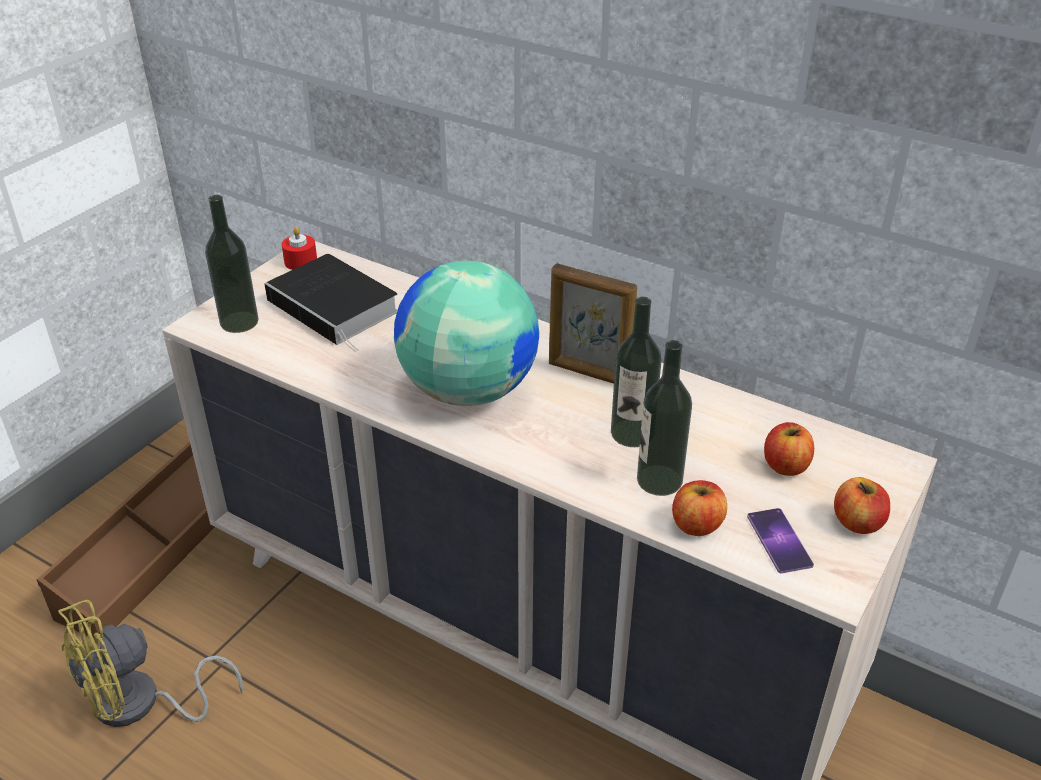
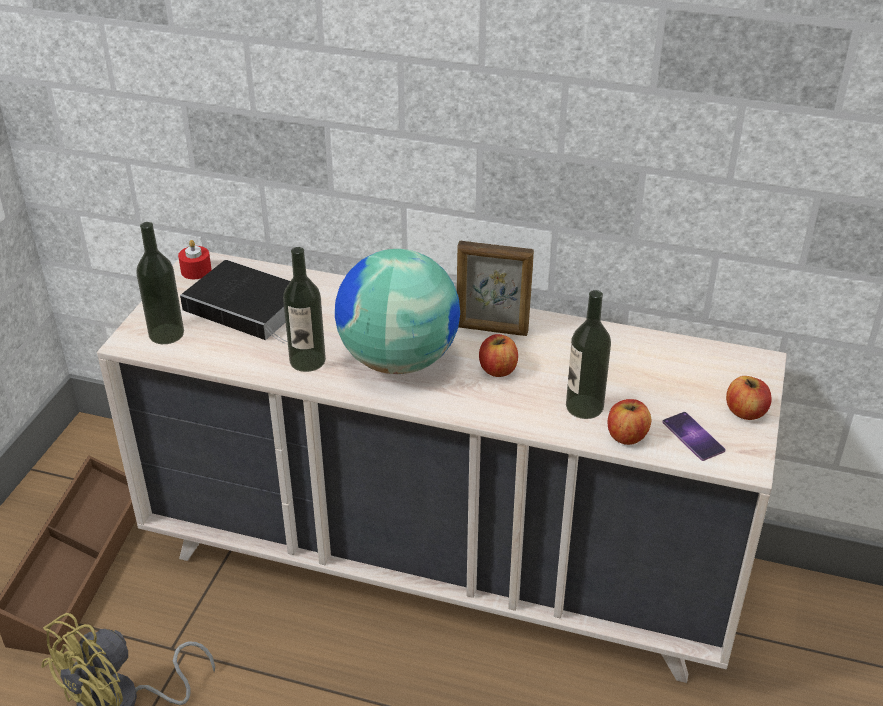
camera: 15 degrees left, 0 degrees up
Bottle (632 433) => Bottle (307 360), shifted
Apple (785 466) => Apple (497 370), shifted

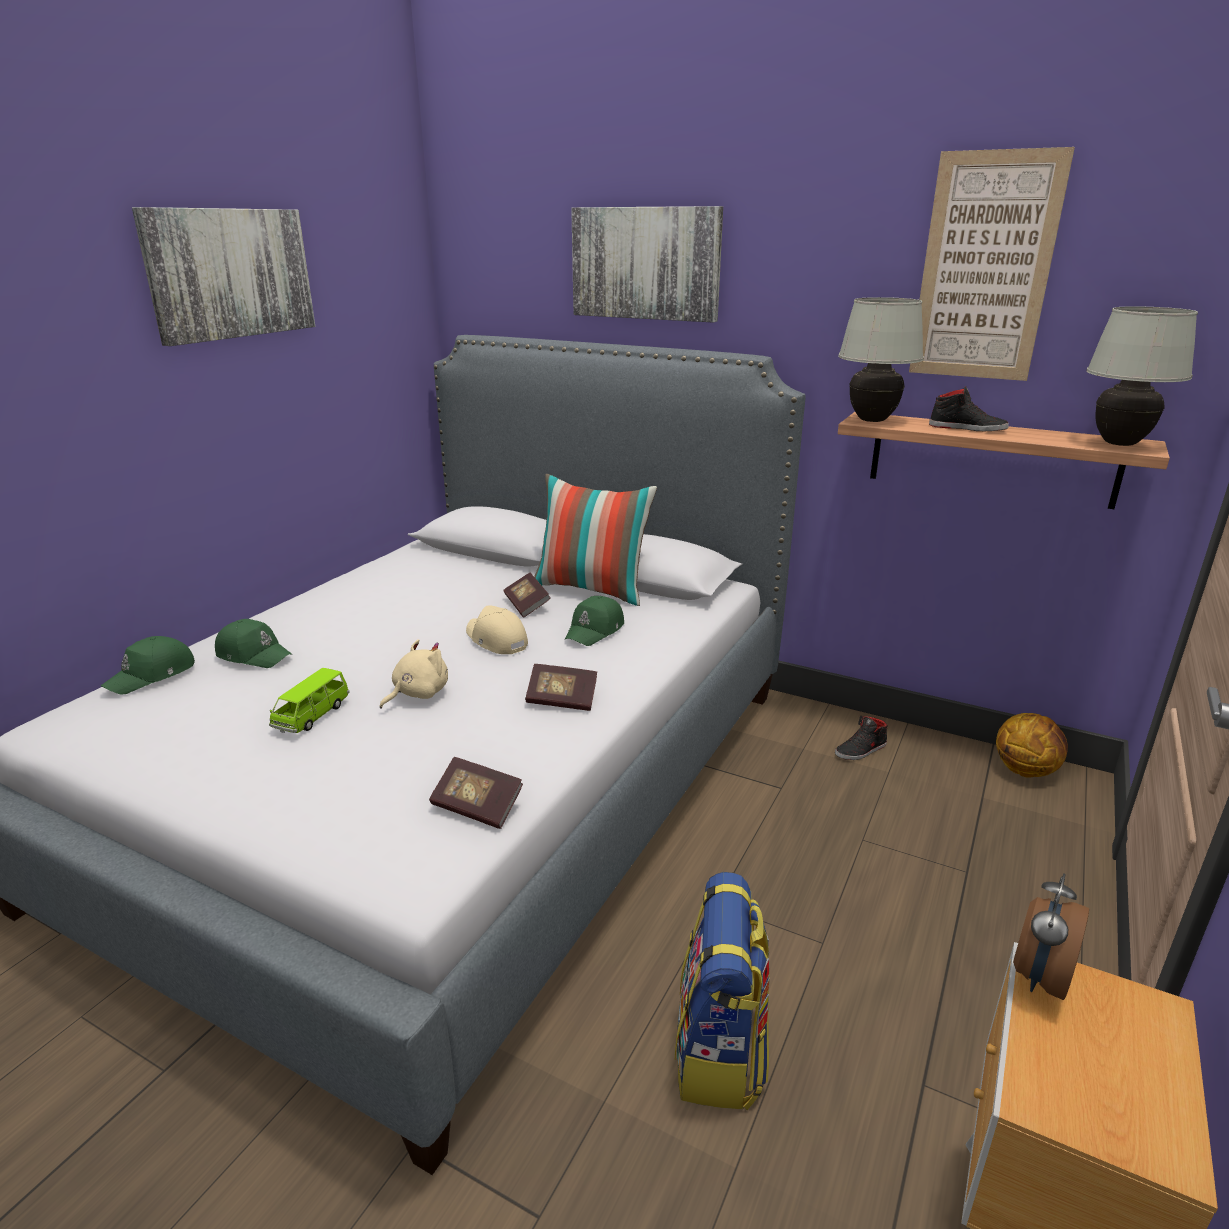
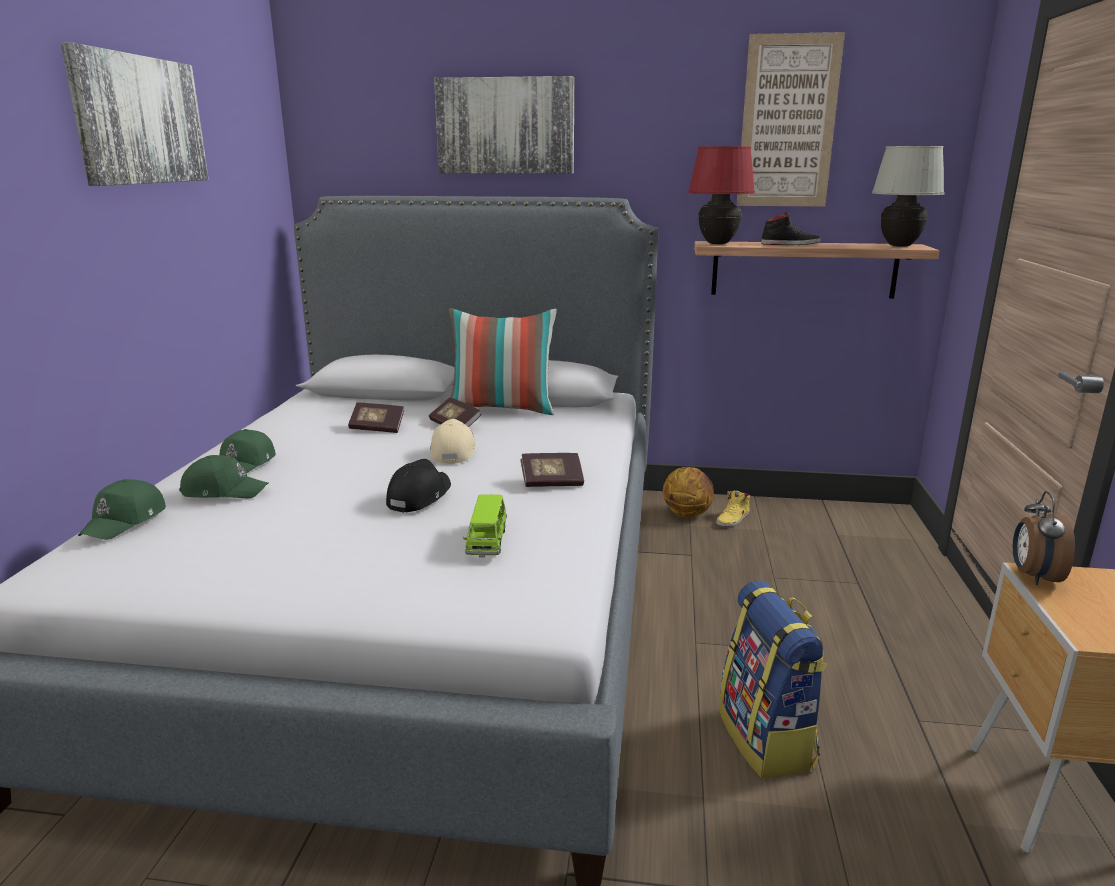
camera: 20 degrees left, 5 degrees down
WhiteTableLamp (872 420) => RedTableLamp (717 244)
GreenCap (595 630) => GreenCap (246 464), shifted
BeigeCap (496 640) => BeigeCap (452 452), 60 degrees clockwise
BeigePlushToy (417 694) => BlackCap (419 496)
GreenToyCar (312 716) => GreenToyCar (487 542), shifted
Basketball (1025 770) => Basketball (687 514), shifted
BlackShoe (861 750) => YellowShoe (733 519)
Book (477 807) => Book (377 428), shifted

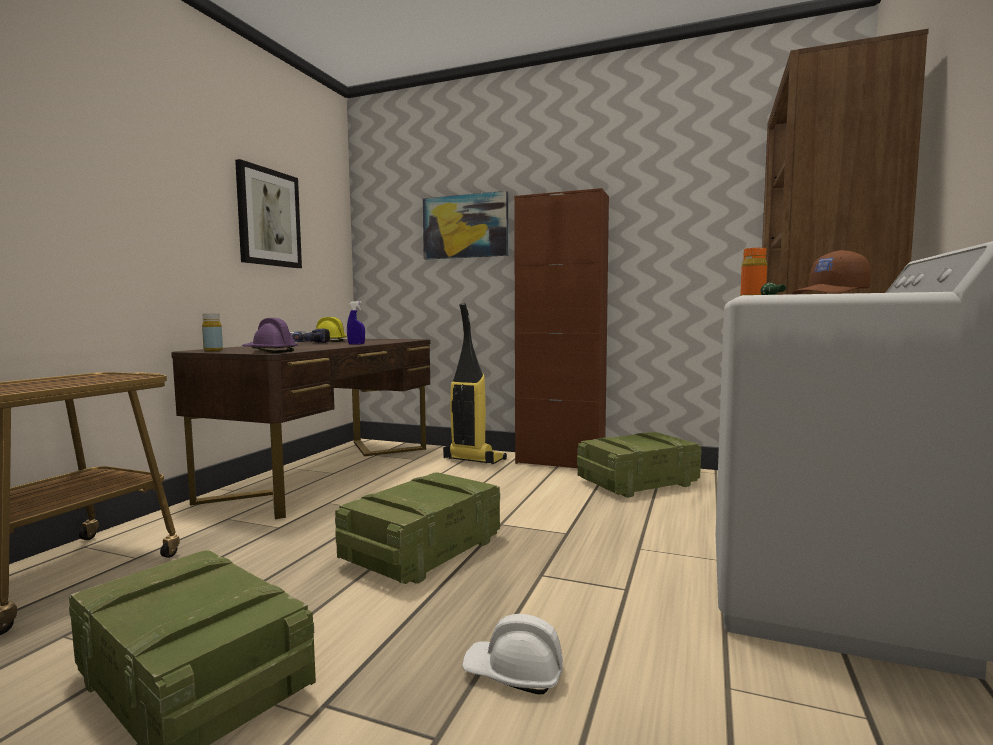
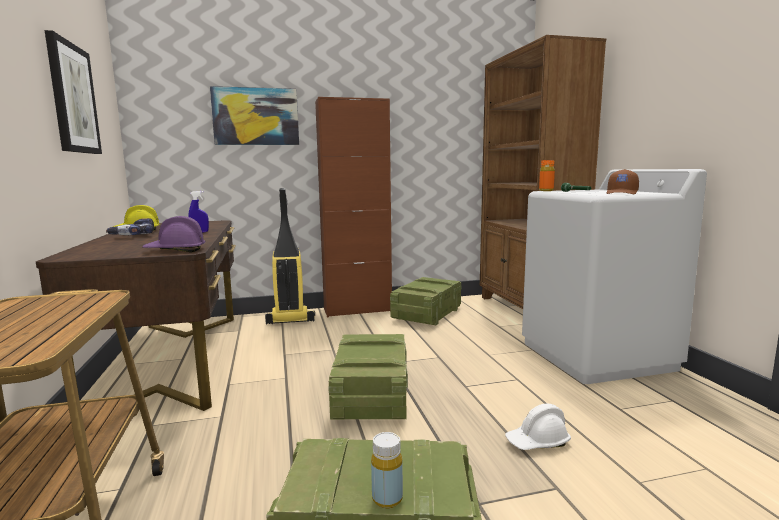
camera: 35 degrees left, 5 degrees up
YellowBottle (213 350) => YellowBottle (387 499), shifted

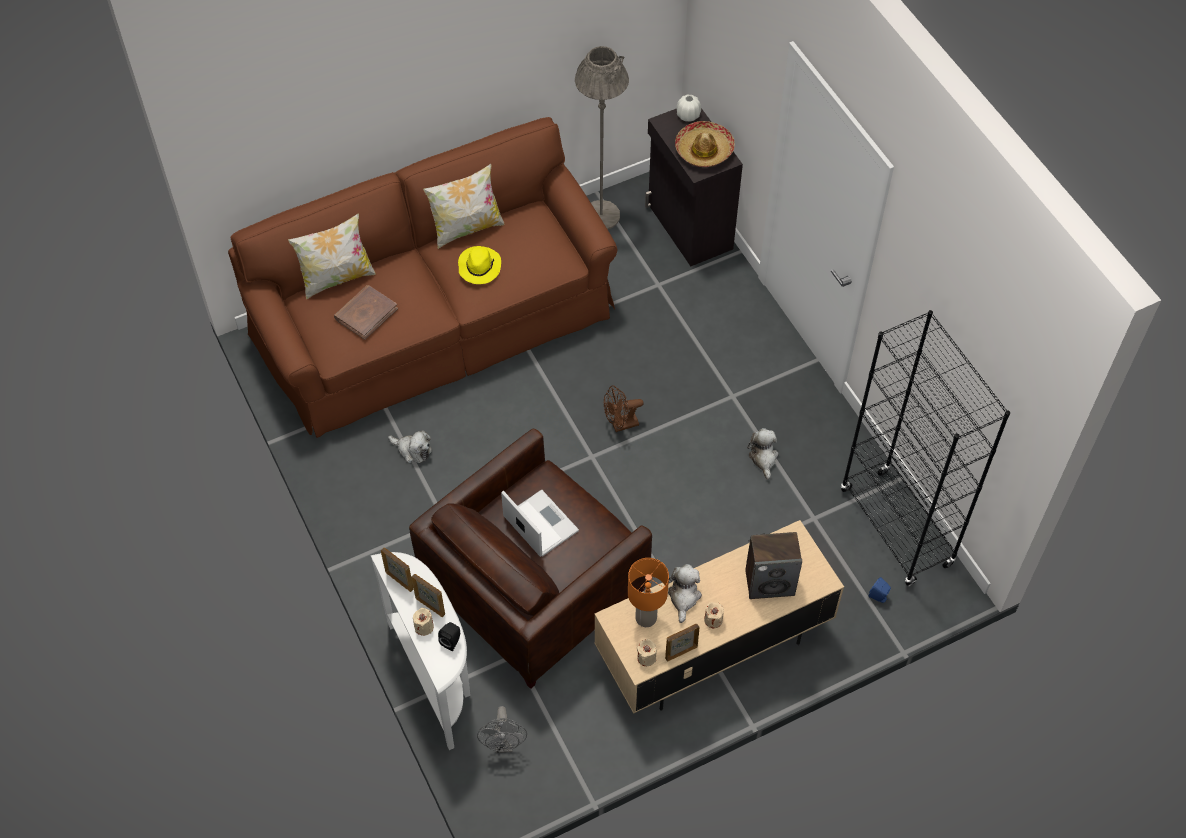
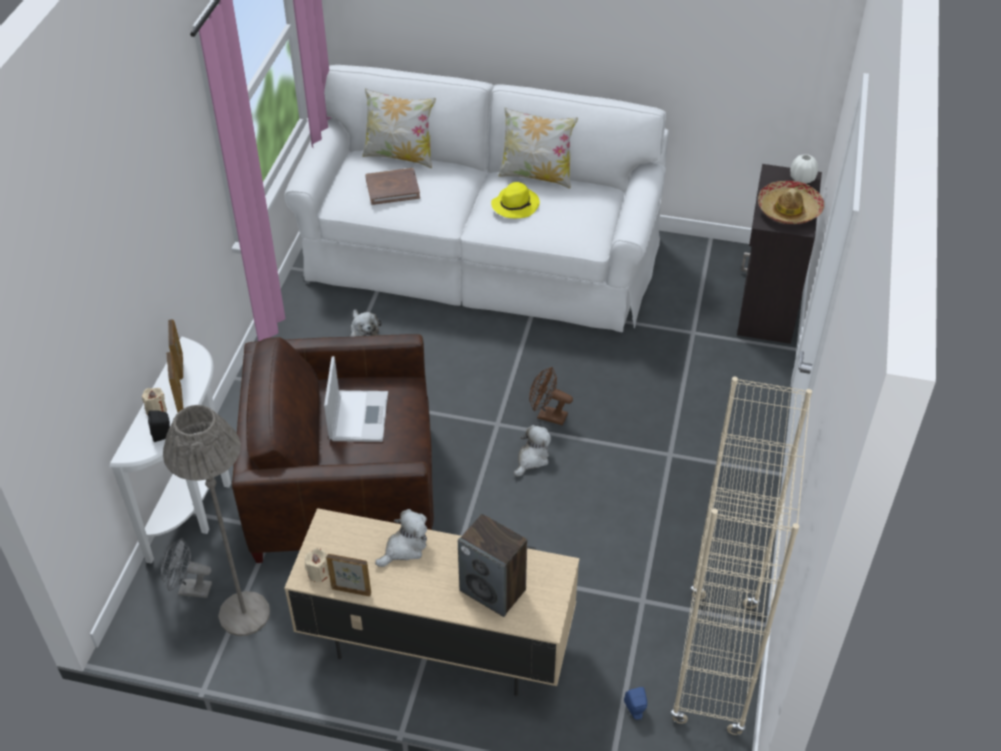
camera: 40 degrees right, 10 degrees down
GreyFloorLamp (601 215) => GreyFloorLamp (244 614), shifted
BrownSofa (435 323) => WhiteSofa (479 257)
BlackBookcase (896 528) => BeigeBookcase (715 663)
PlushToy (763 458) => PlushToy (532 458), shifted
OrangeTableLamp (646 618) => nothing
BeigeCandle (713 620) => nothing
GreyFan (504 744) => GreyFan (189 589), 60 degrees clockwise

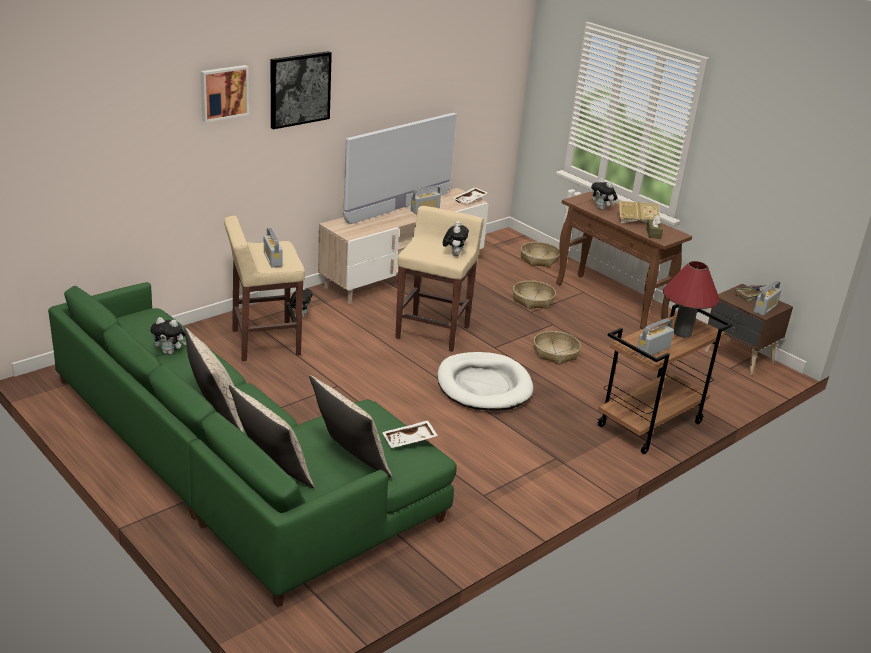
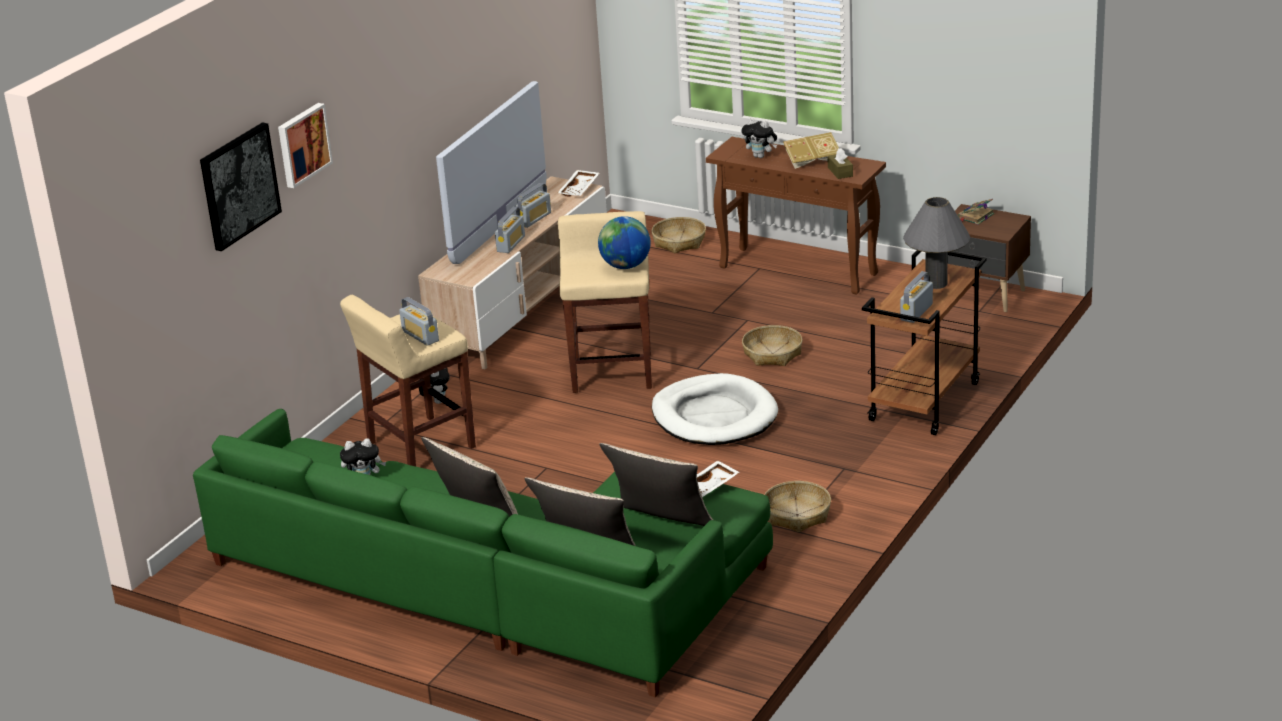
camera: 15 degrees left, 0 degrees up
Picture (299 89) => Picture (239 185), shifted
PlushToy (454 254) => Globe (625 266)
RedTableLamp (682 333) => GreyTableLamp (936 283)
Basket (532 300) => Basket (796 515), shifted
Radio (765 309) => Radio (511 244), shifted

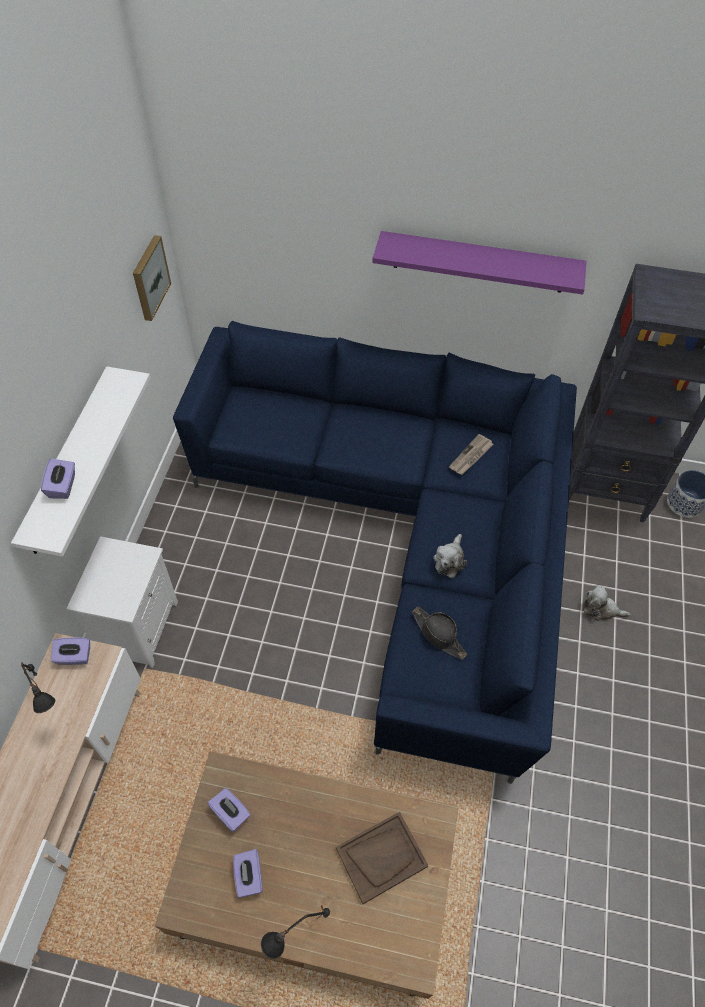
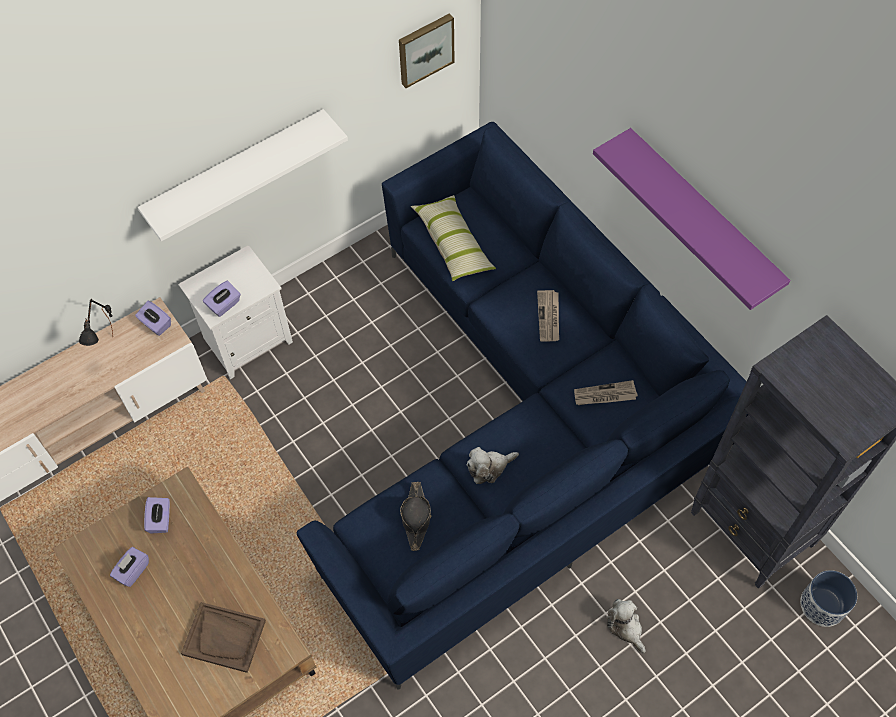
camera: 45 degrees right, 5 degrees up
PurpleTissueBox (63 486) => PurpleTissueBox (224 305), shifted
BlackTableLamp (300 940) => nothing
nothing => Pillow (453 244)
nothing => Newspaper (549 317)

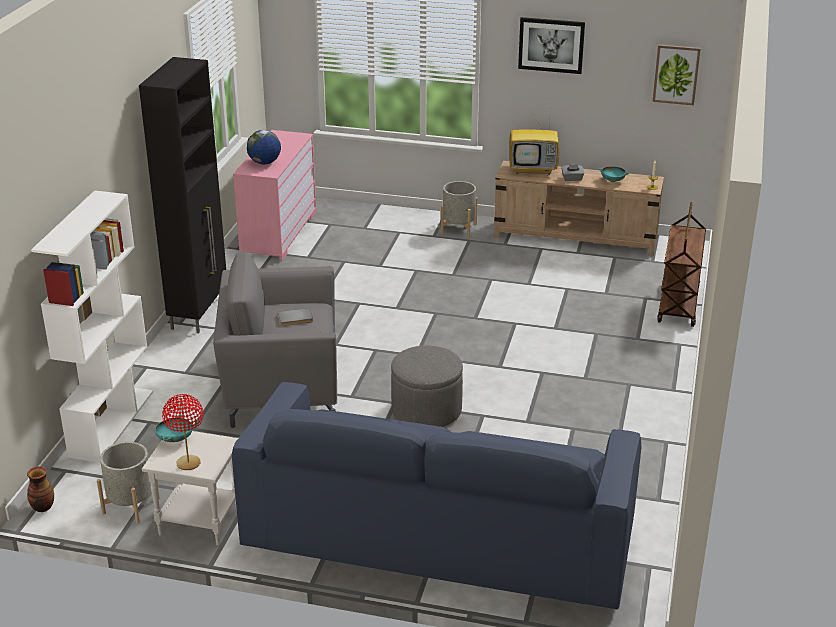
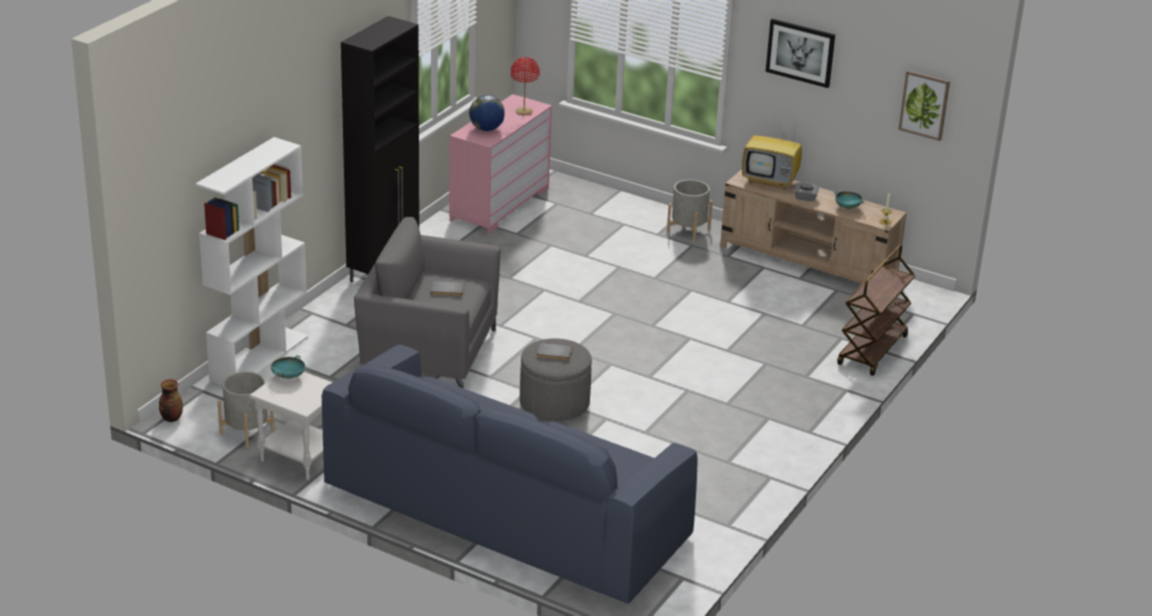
camera: 15 degrees right, 0 degrees up
RedTableLamp (188 463) => RedTableLamp (524 112), shifted
nothing => GreyBook (554 353)

